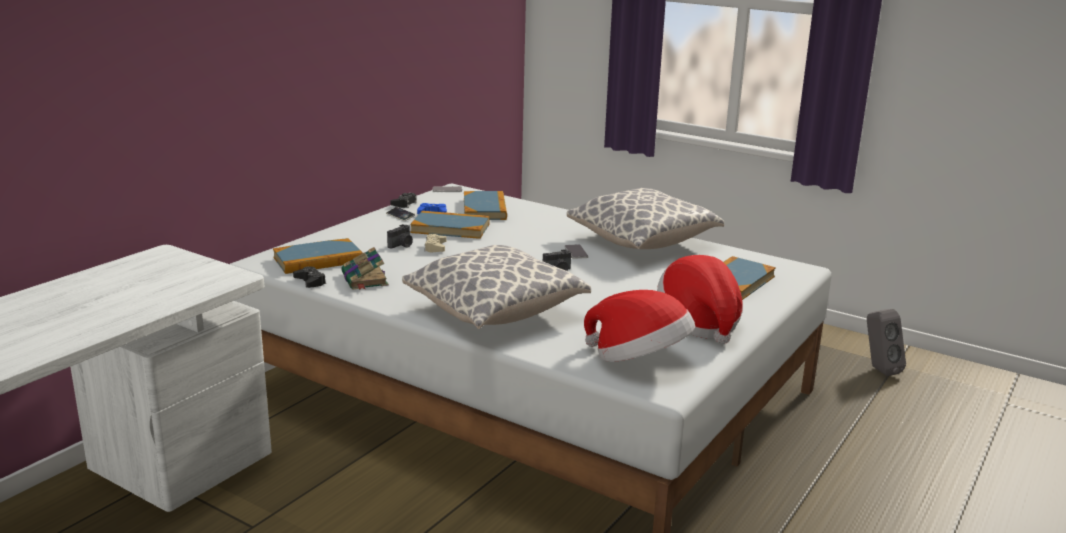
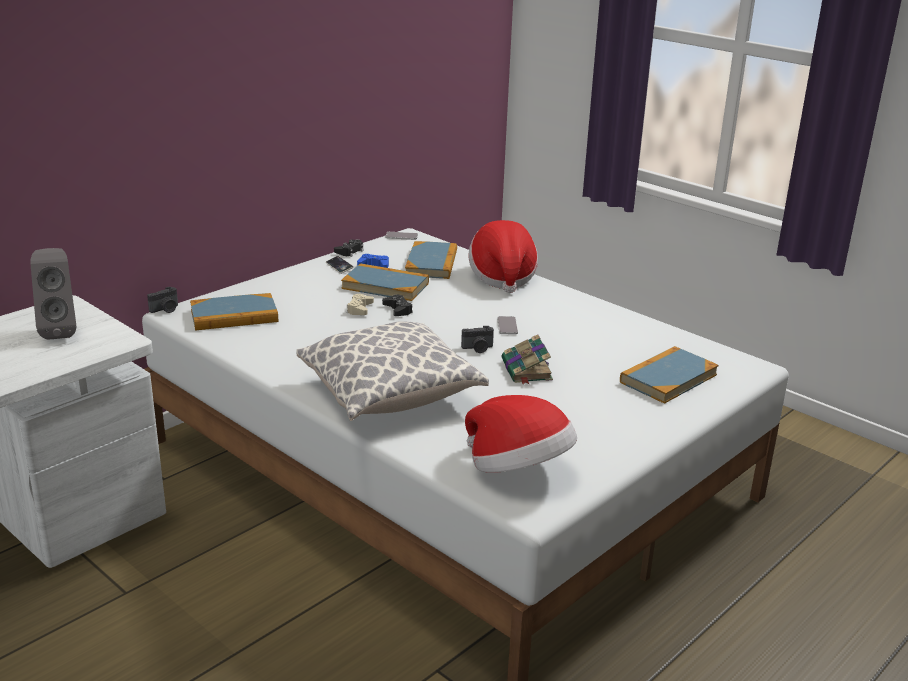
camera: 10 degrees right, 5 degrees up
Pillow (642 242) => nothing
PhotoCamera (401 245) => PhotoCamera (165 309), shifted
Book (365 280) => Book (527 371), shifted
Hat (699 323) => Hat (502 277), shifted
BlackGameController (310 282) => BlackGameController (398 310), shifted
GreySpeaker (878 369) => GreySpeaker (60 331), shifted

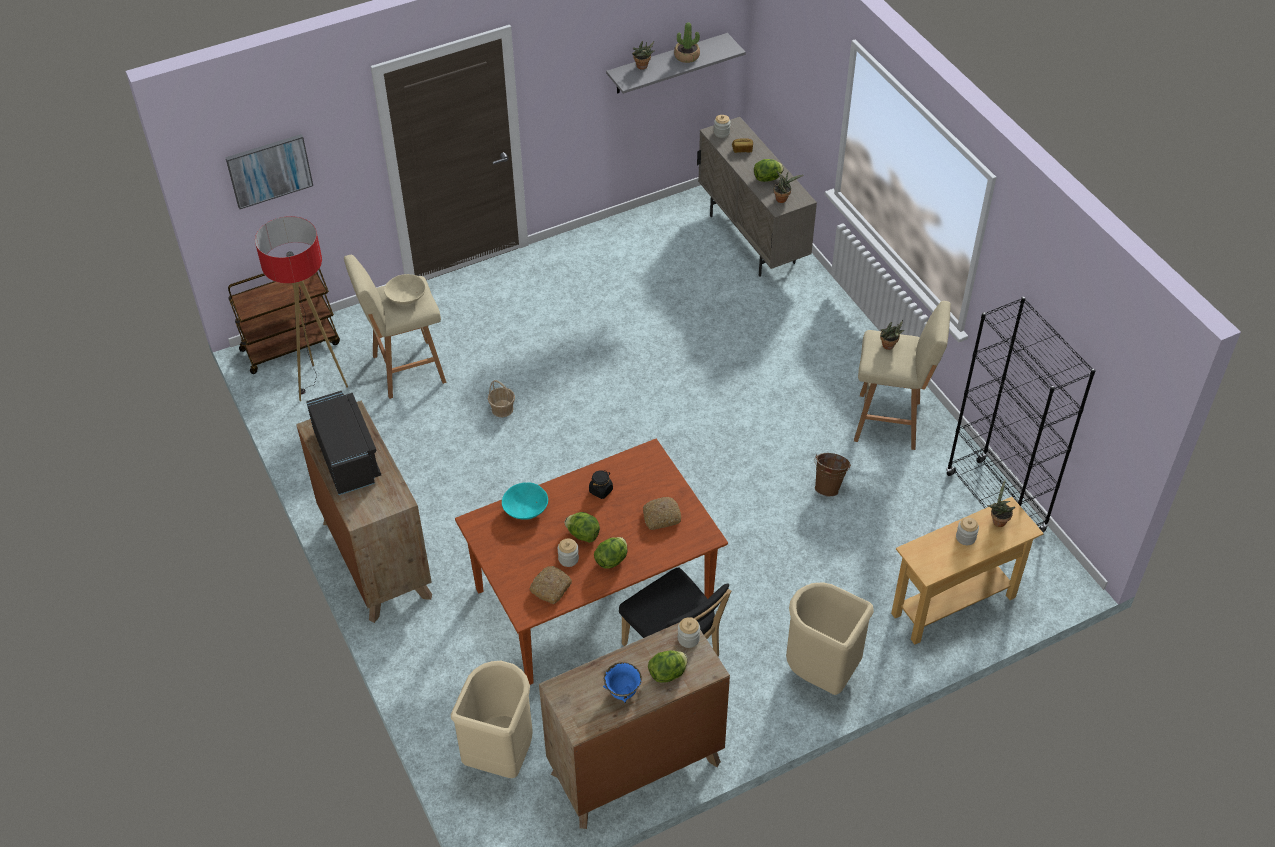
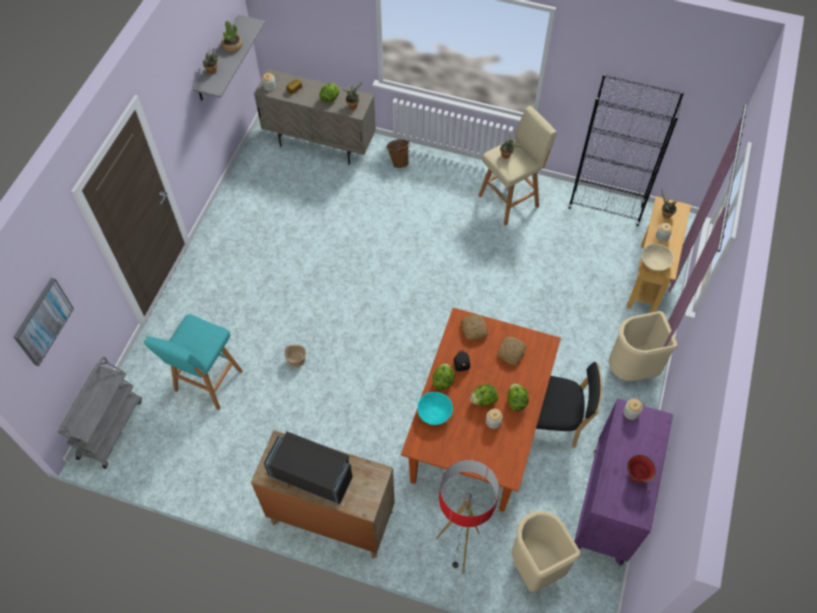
camera: 45 degrees left, 10 degrees up
FloorLamp (319 384) => FloorLamp (459 548), shifted
BeigeStool (406 370) => TurquoiseStool (207 382)
BrownCart (291 346) => GreyCart (110 428)
BeigeBowl (406 297) => BeigeBowl (655 262), shifted
BrownBucket (829 486) => BrownBucket (398 161), shifted
Bread (551 587) => Bread (473 329), shifted
BrownDresser (635 768) => PurpleDresser (608 505)
Lettuce (668 673) => Lettuce (443 380), shifted
BlueBowl (622 692) => RedBowl (637 475)

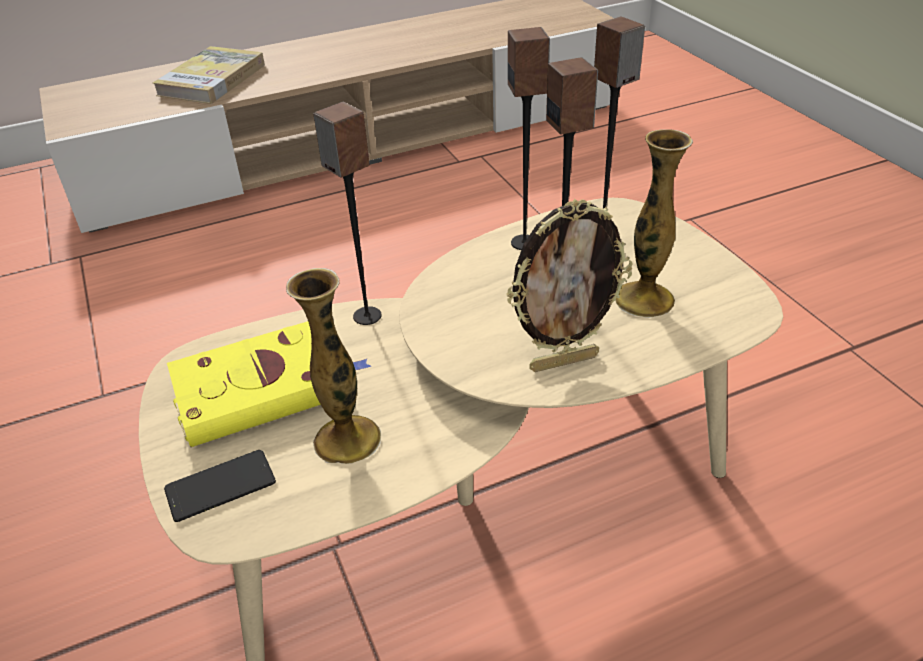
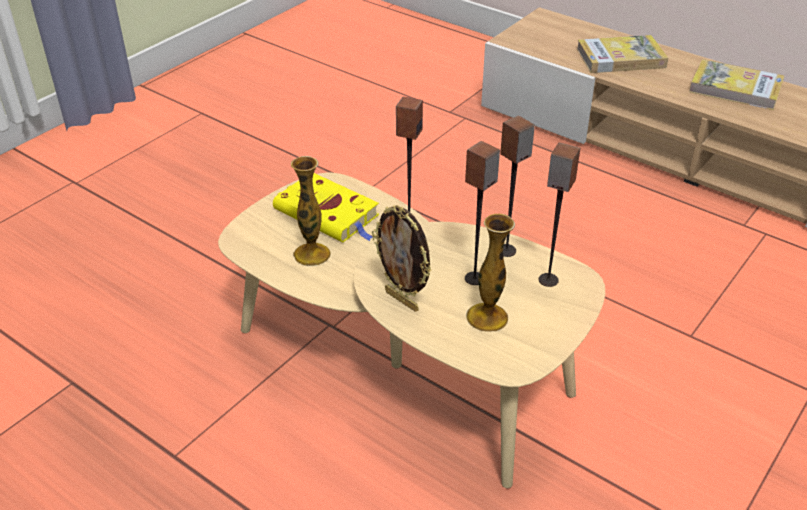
camera: 60 degrees right, 0 degrees up
Phone (220 486) => nothing
nothing => Book (735 88)

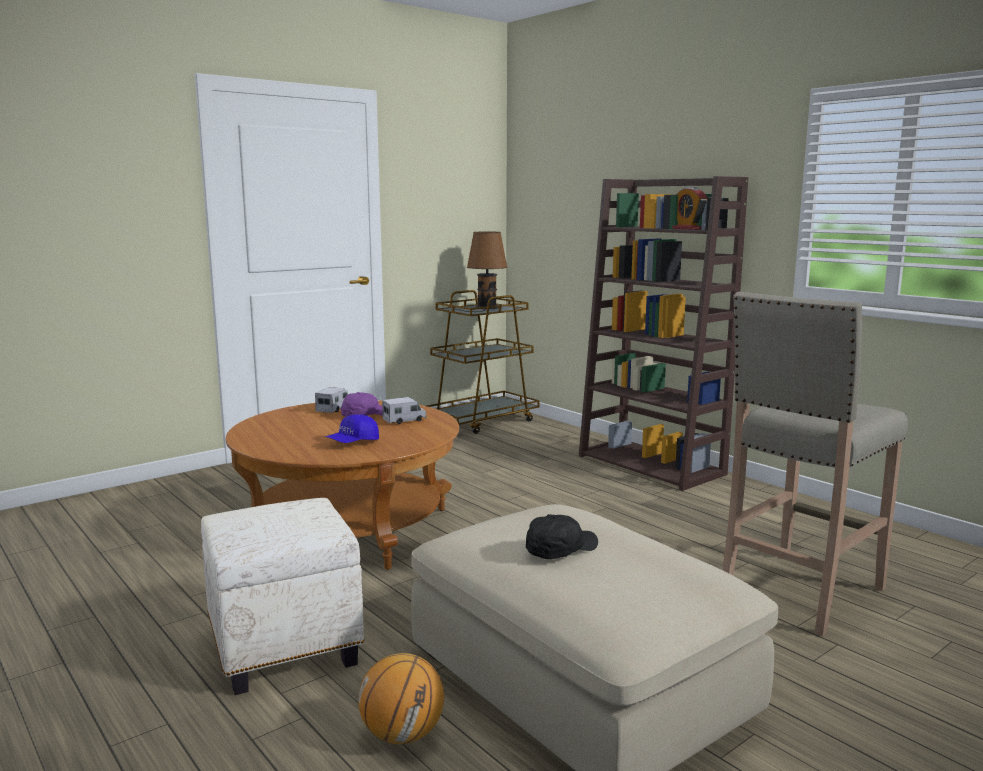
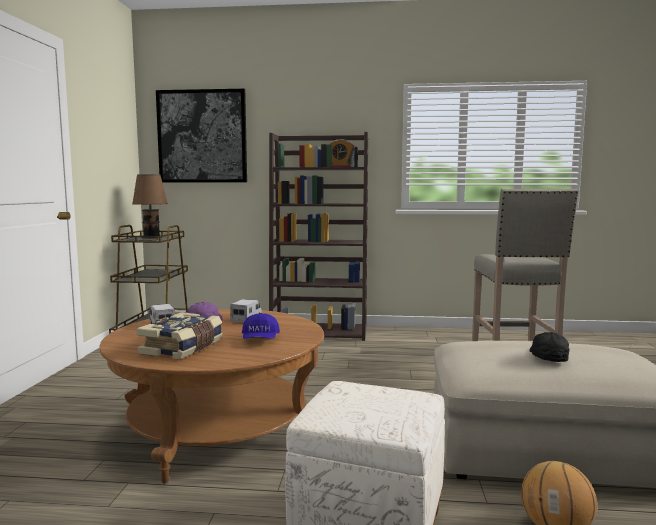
camera: 45 degrees left, 5 degrees down
nothing => Picture (202 136)
nothing => Book (183 348)

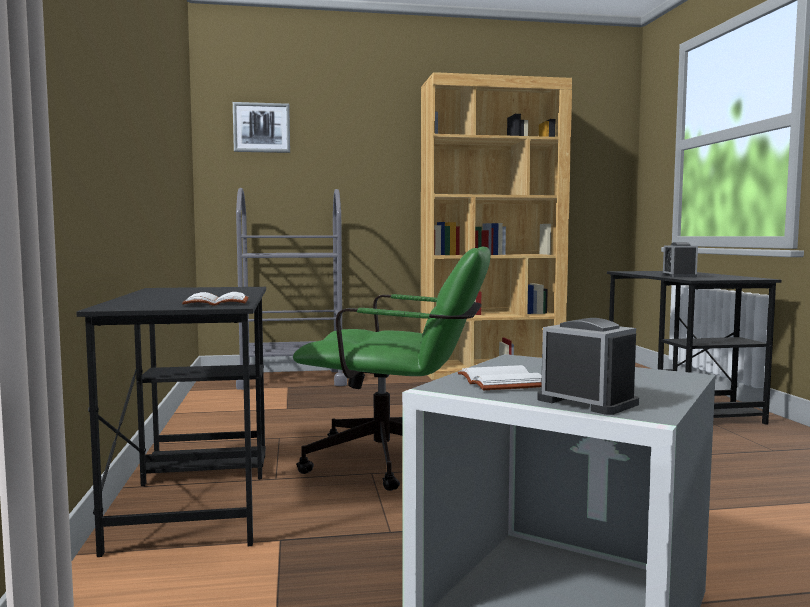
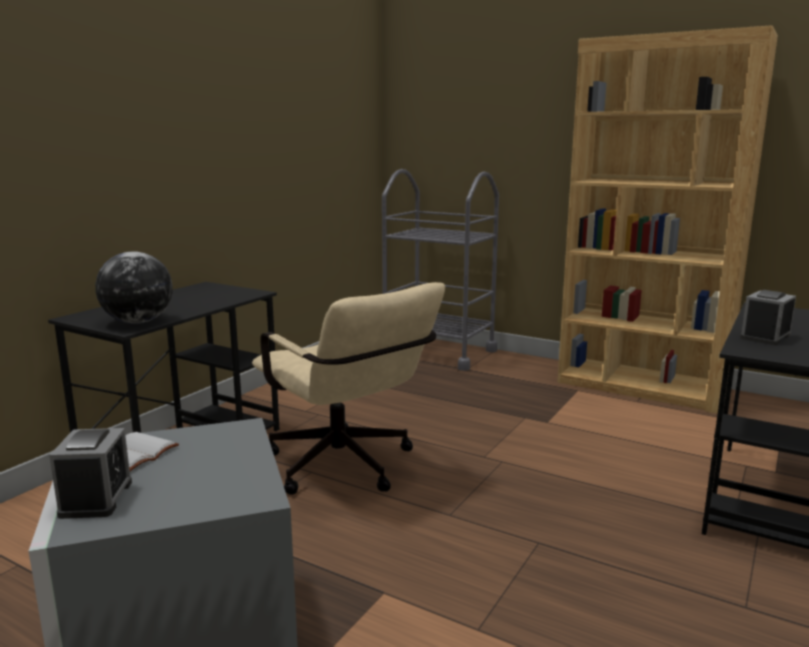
camera: 40 degrees right, 10 degrees up
Picture (261 128) => nothing
GreenOfficeChair (398 462) => BeigeOfficeChair (347 469)
WhiteBook (218 302) => Globe (139 322)

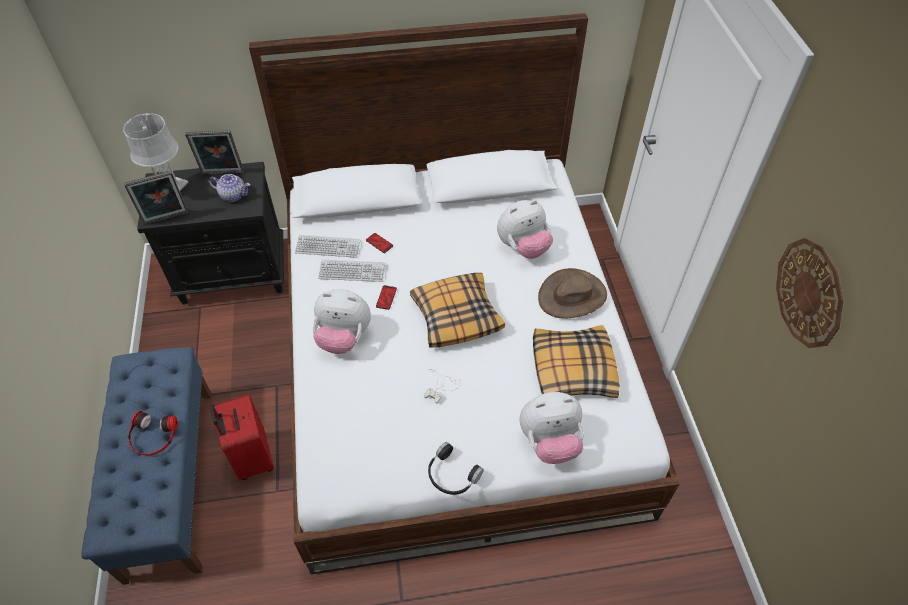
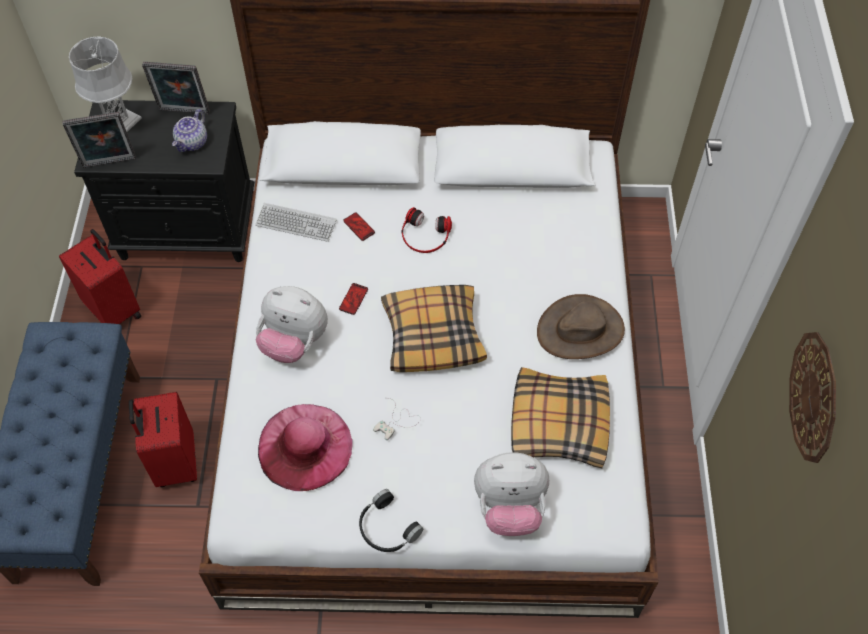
camera: 10 degrees right, 5 degrees up
Teapot (233 195) => Teapot (192 143), 90 degrees clockwise
PlushToy (523 247) => nothing
Keyboard (352 271) => nothing
Headphones (152 436) => Headphones (425 235), shifted
nothing => RedSuitcase (115 310)
nothing => PinkHat (305 446)

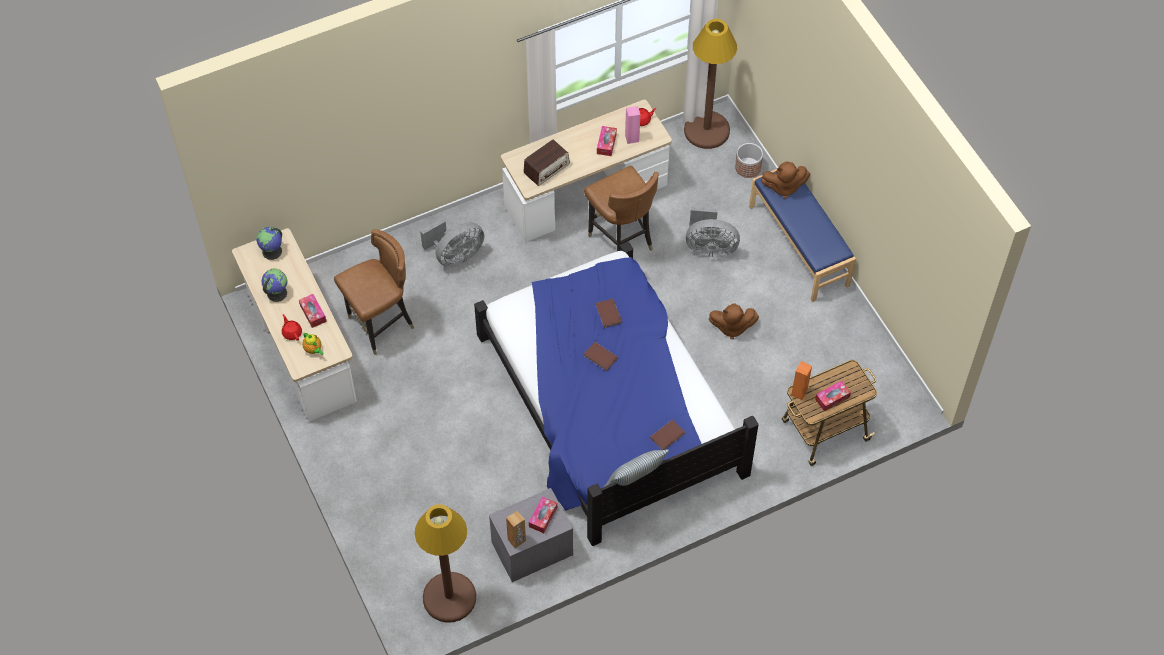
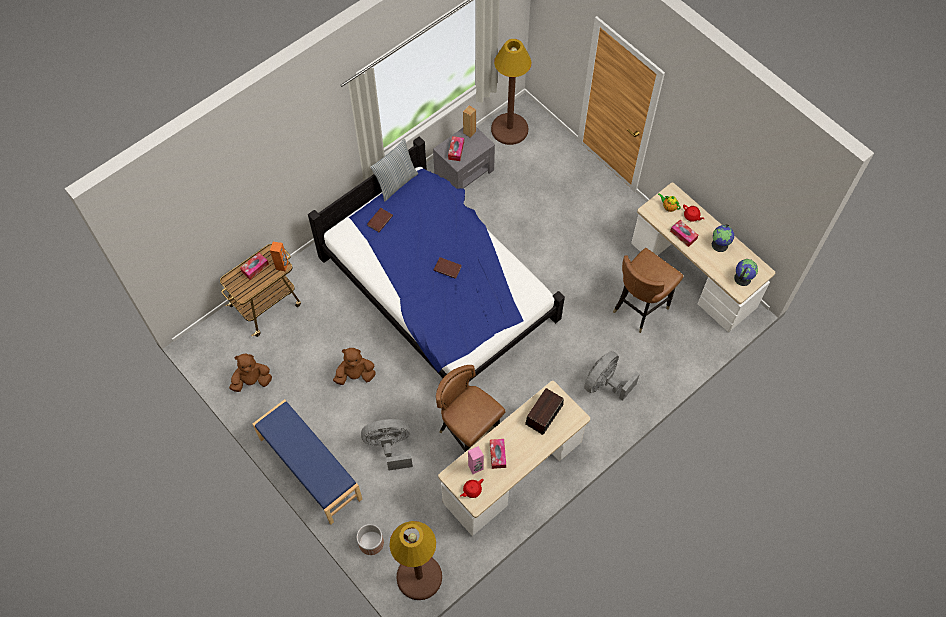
camera: 165 degrees right, 5 degrees up
BrownPlushToy (783 187) => BrownPlushToy (252 381), shifted
BrownBook (608 314) => nothing

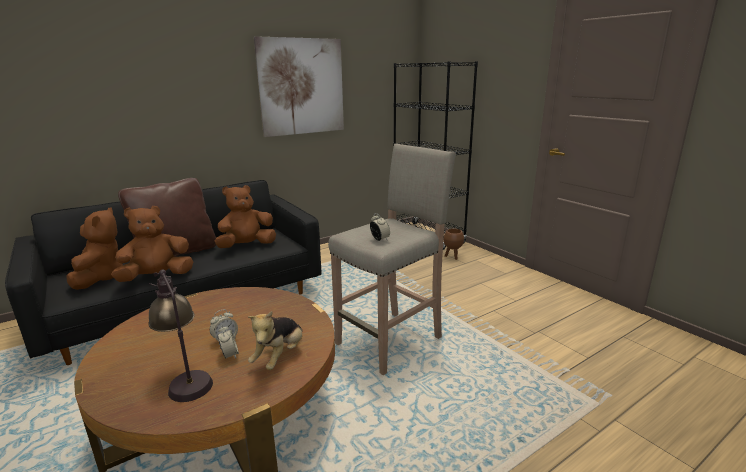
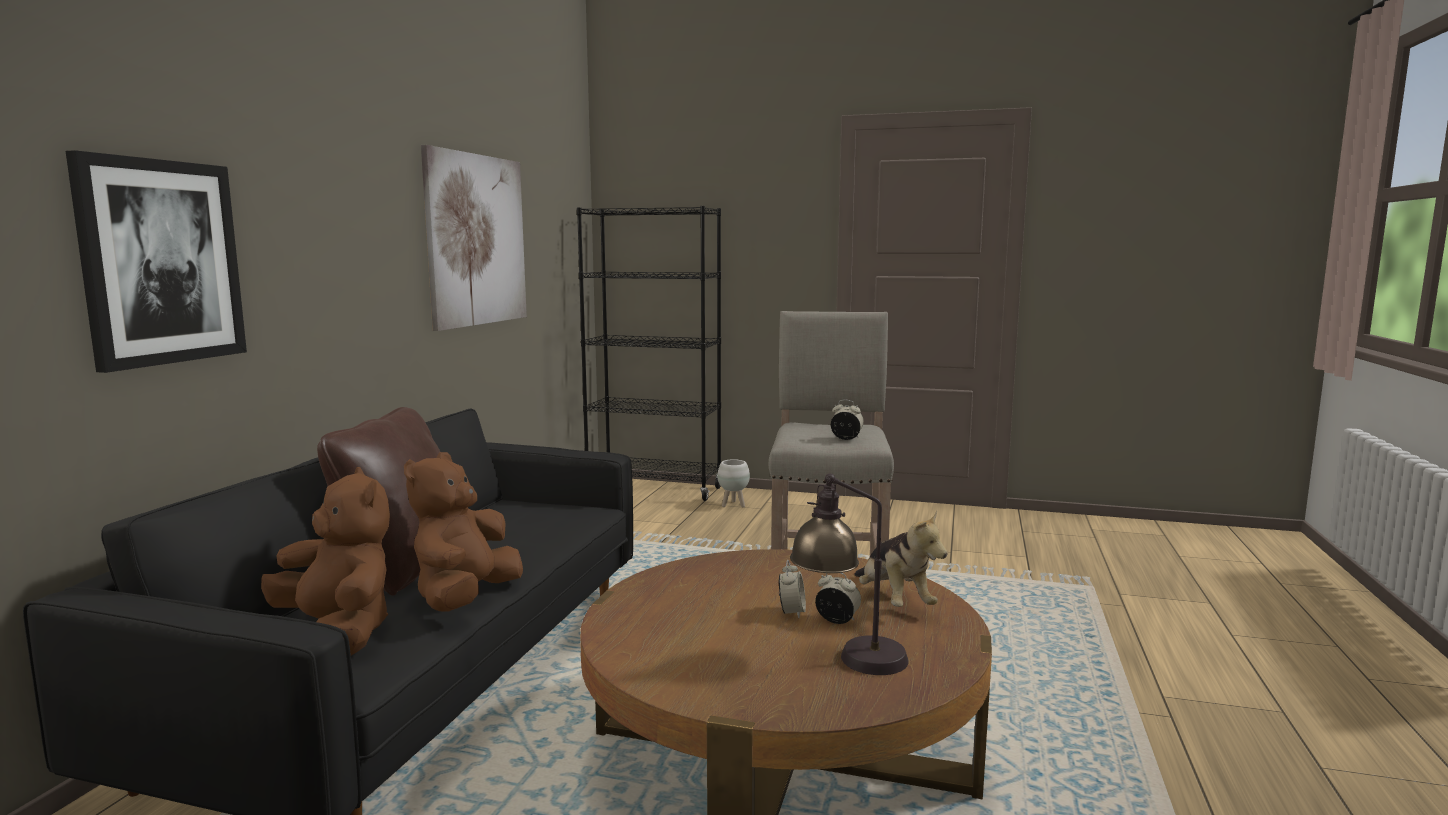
camera: 40 degrees left, 10 degrees down
BrownPlushToy (247 246) => nothing
BrownPlanter (452 257) => WhitePlanter (733 505)
nothing => Picture (161 262)

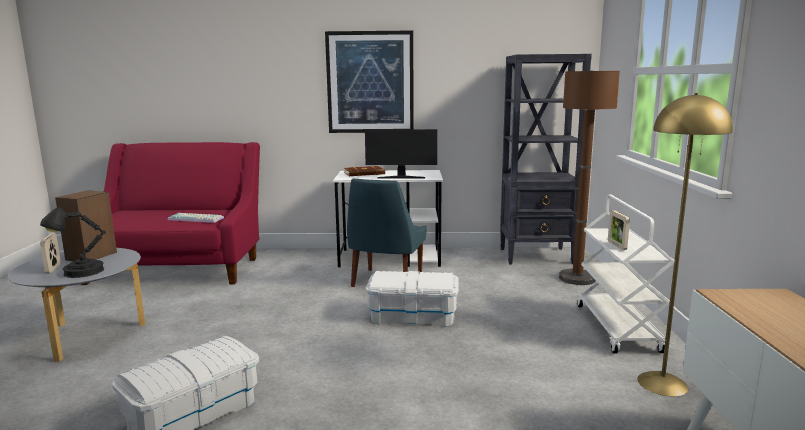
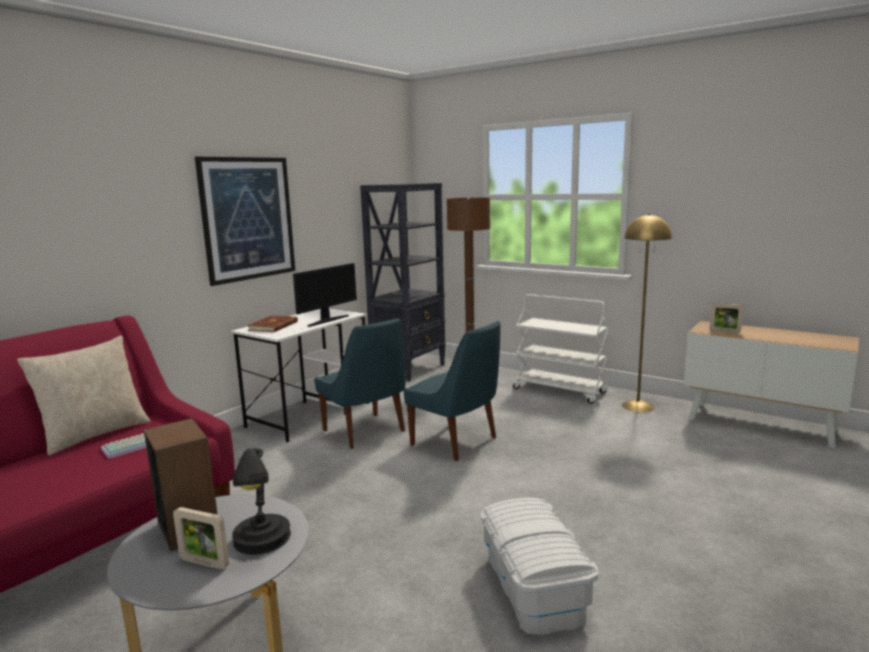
camera: 55 degrees left, 0 degrees up
PictureFrame (617 245) => PictureFrame (724 331), shifted
WhiteStorageBox (413 316) => BlueChair (456 442)
nothing => BeigePillow (95 434)

